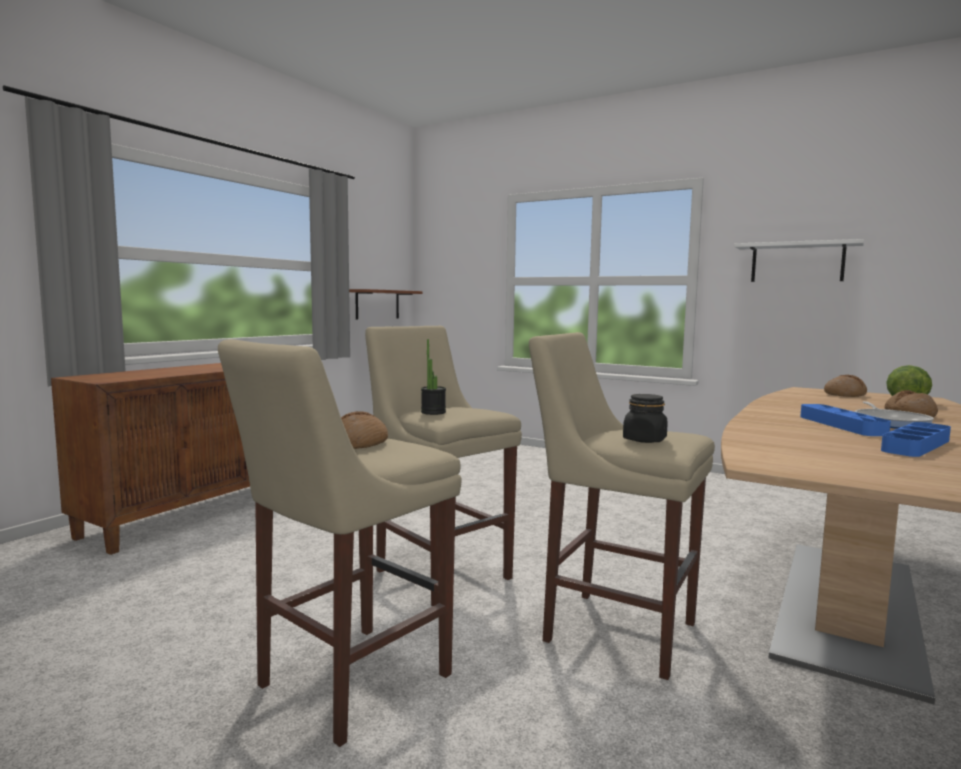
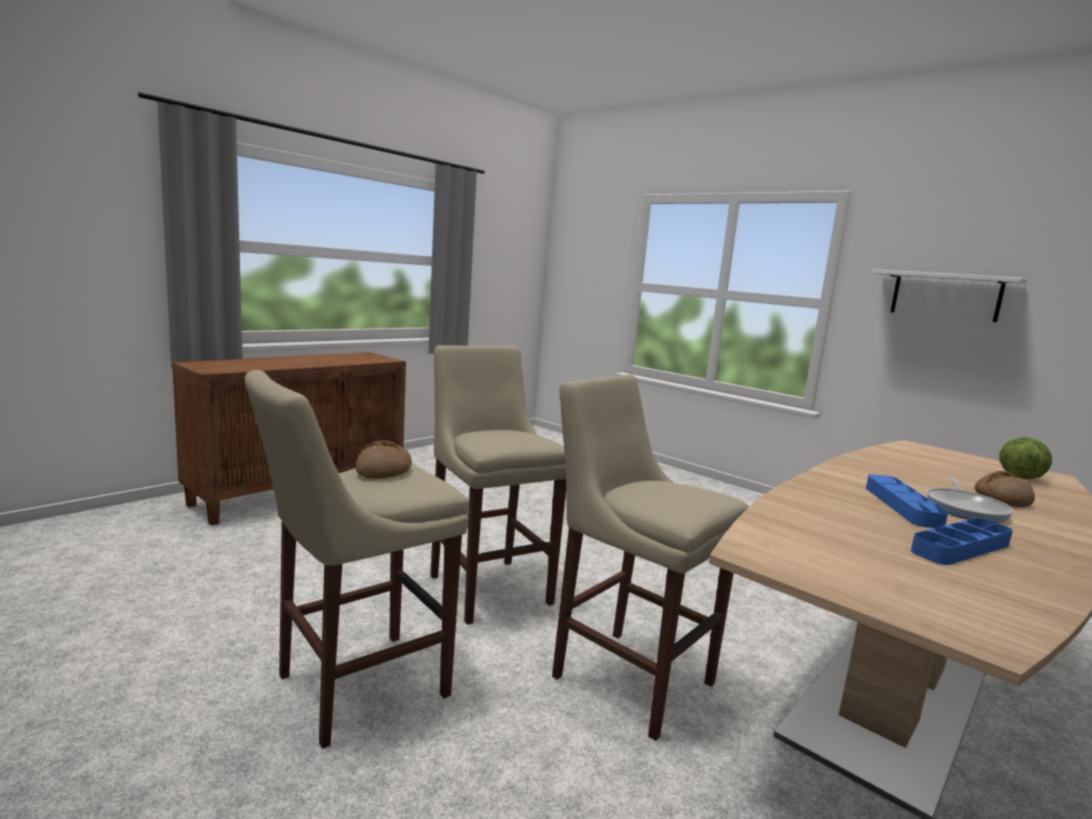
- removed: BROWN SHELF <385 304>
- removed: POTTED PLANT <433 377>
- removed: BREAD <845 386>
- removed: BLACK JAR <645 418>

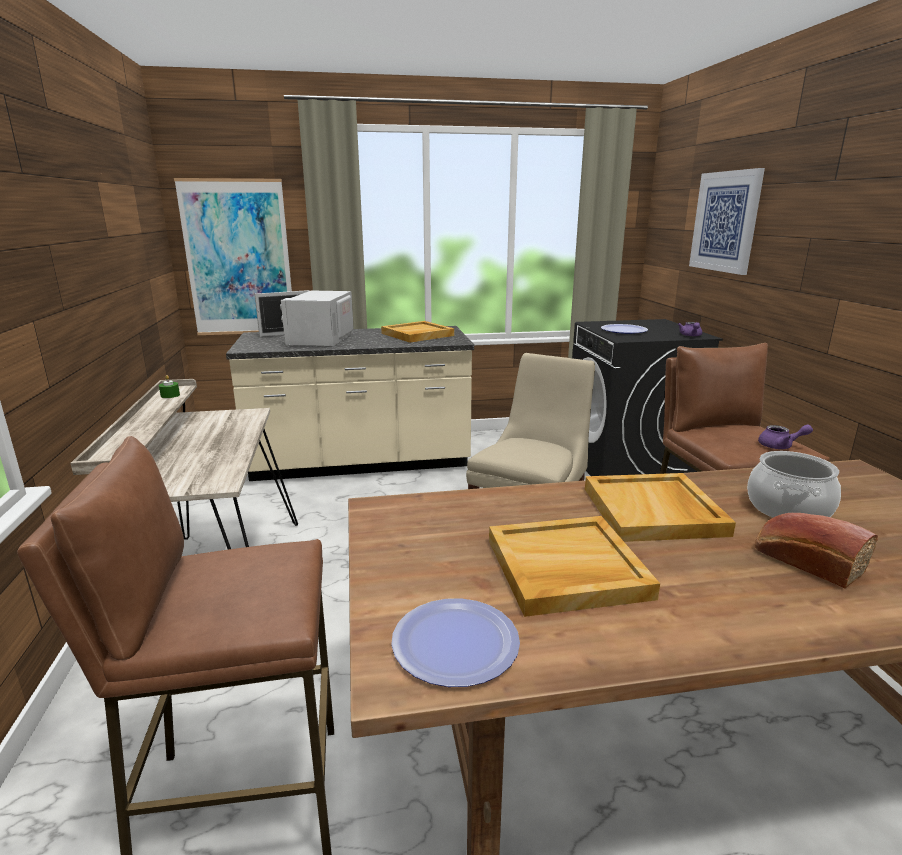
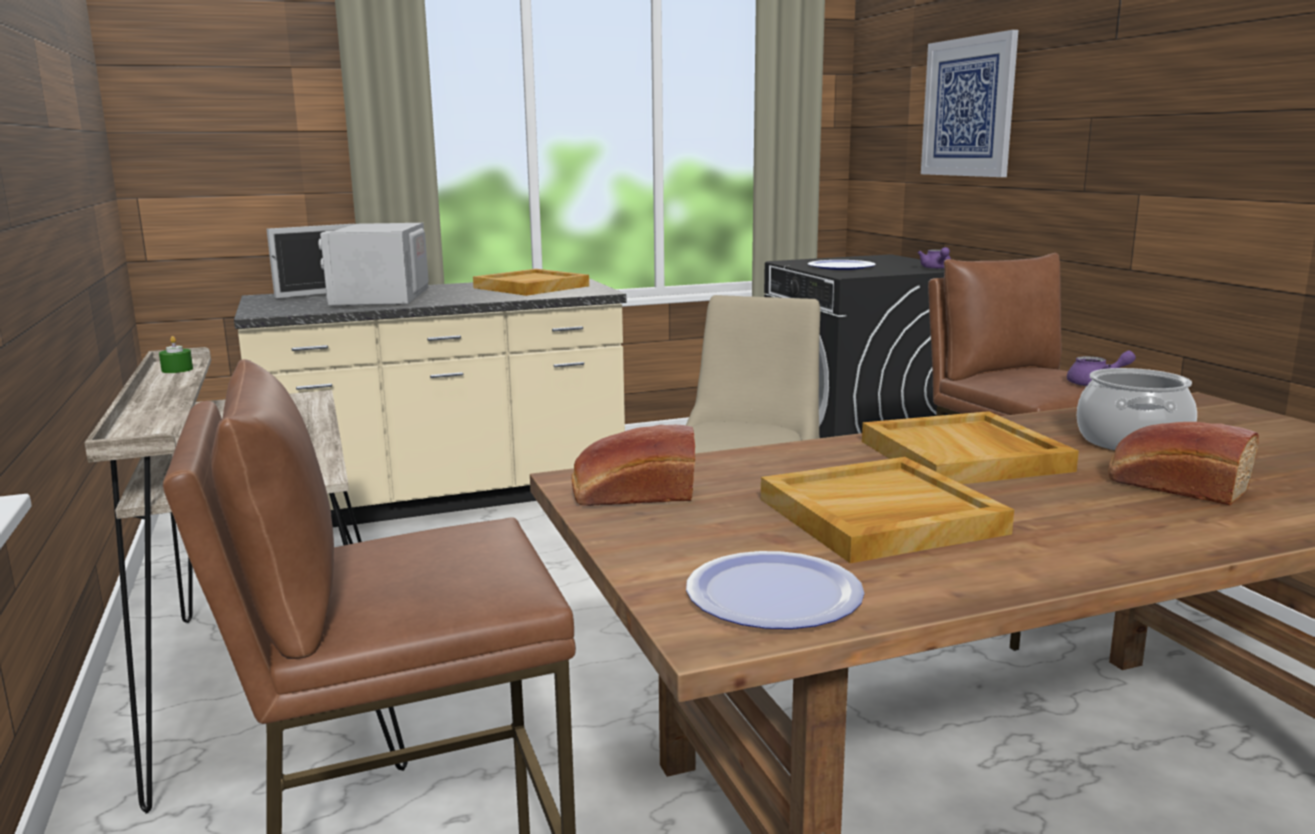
- removed: PICTURE <233 256>
- added: BREAD <633 465>

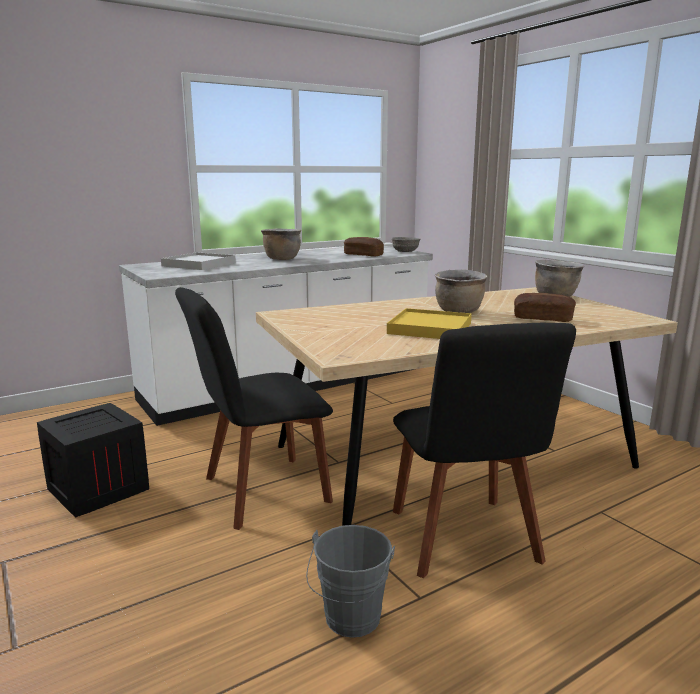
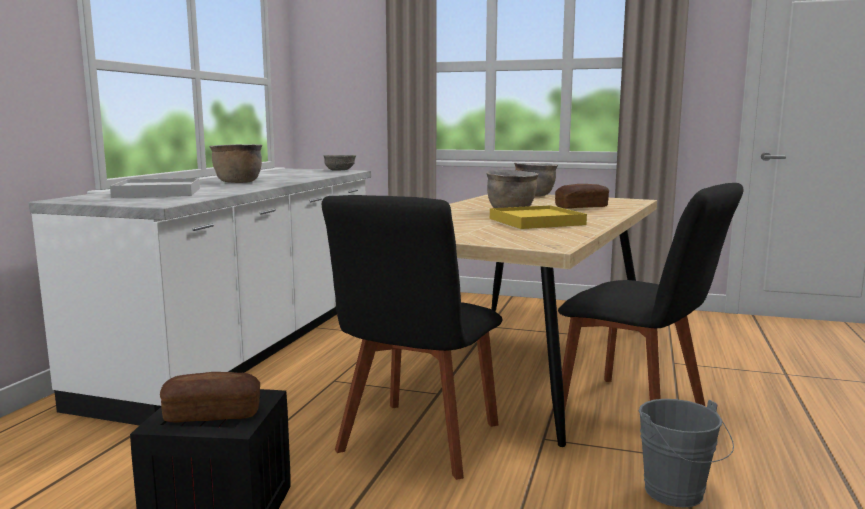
- moved: BREAD <364 247> to <210 397>

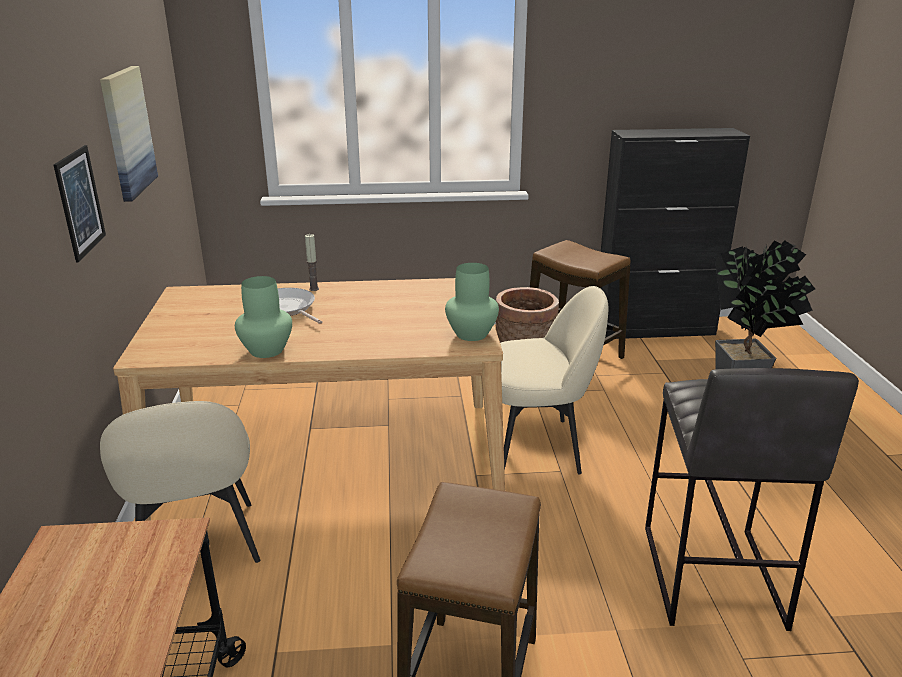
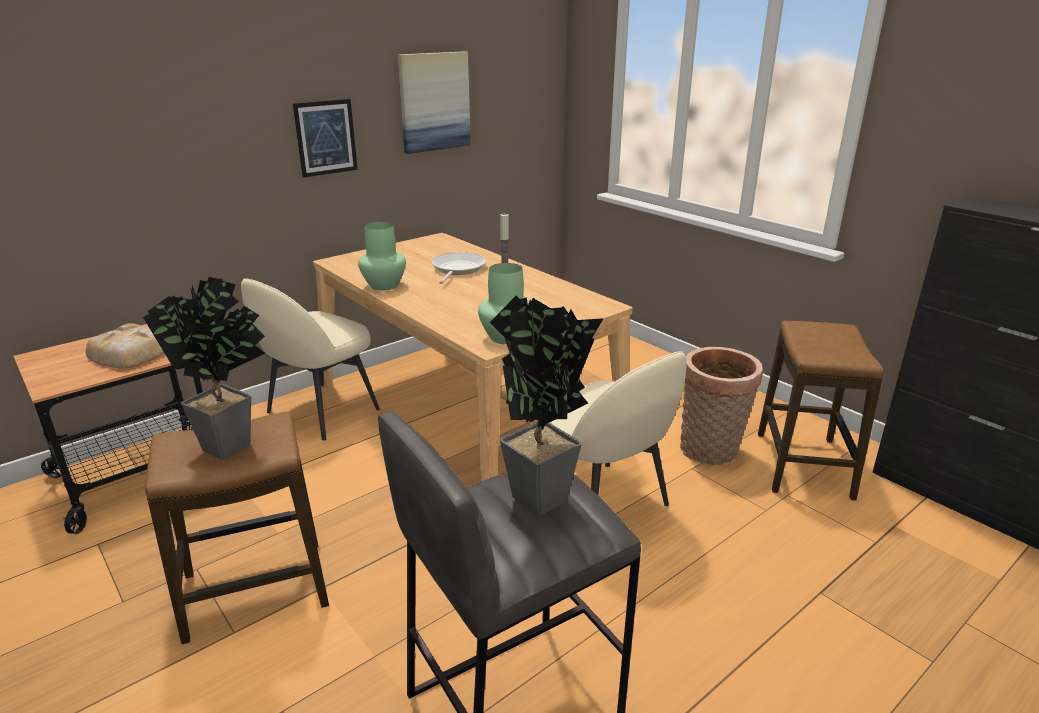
- added: POTTED PLANT <204 368>
- added: BREAD <125 346>

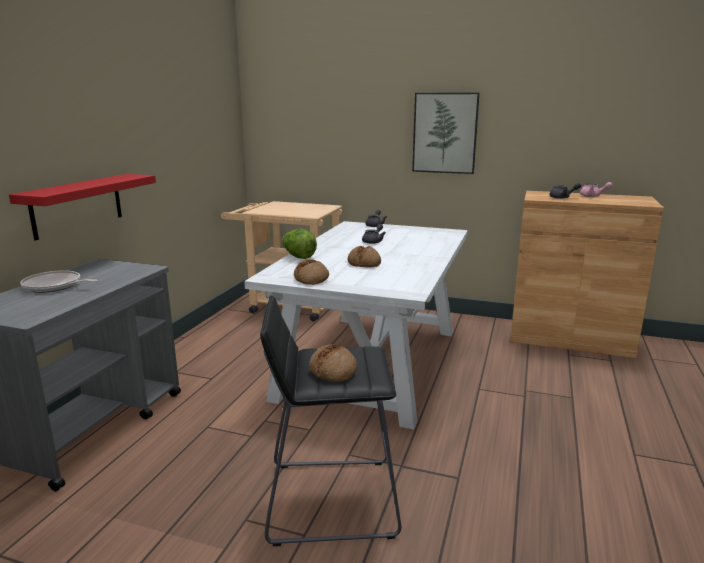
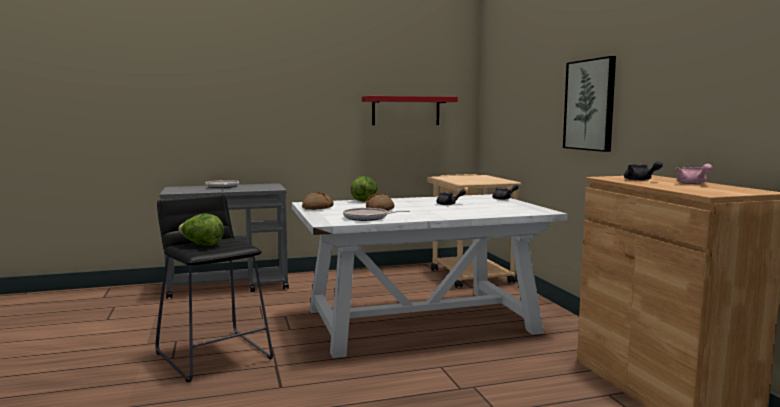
- moved: RED SHELF <82 207> to <410 110>
- replaced: BREAD <333 363> to LETTUCE <201 229>
- added: FRYING PAN <376 214>

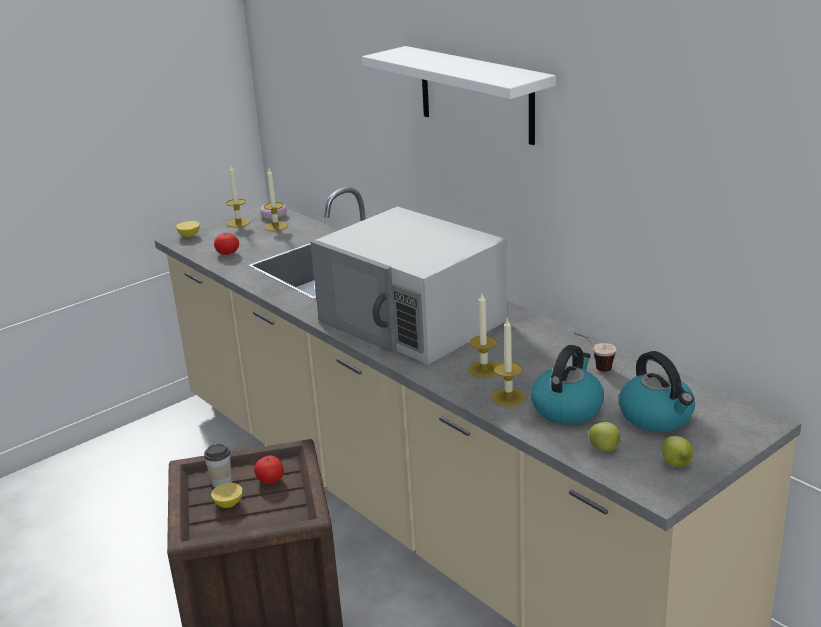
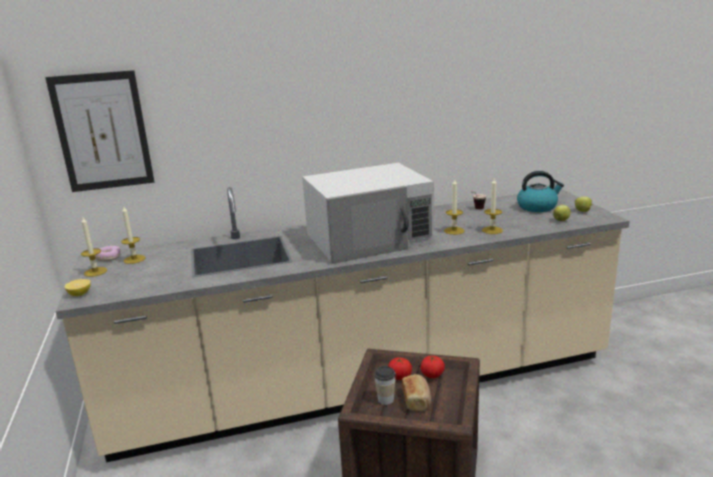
- removed: WHITE SHELF <459 95>
- moved: TOMATO <226 244> to <432 367>
- removed: KETTLE <567 384>
- replaced: LEMON <227 495> to BREAD <416 393>
- added: PICTURE <99 131>

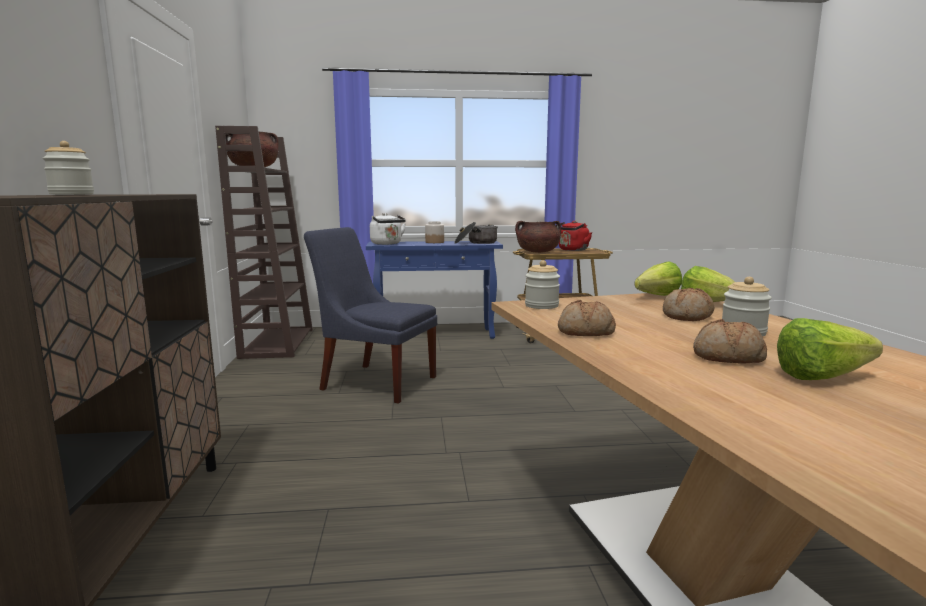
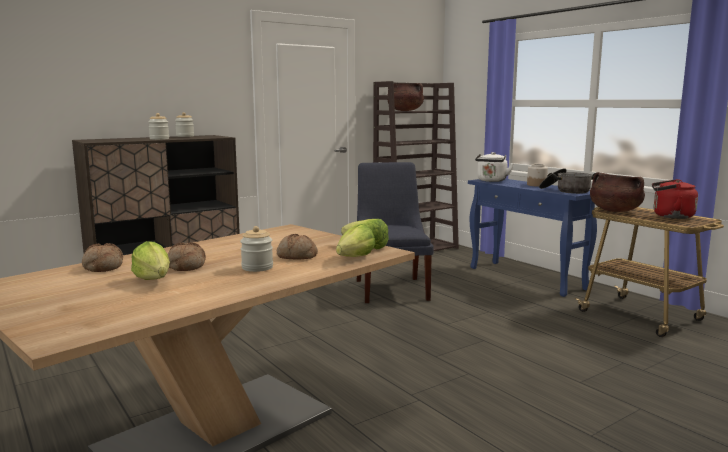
- moved: JAR <542 284> to <158 126>
- moved: BREAD <587 318> to <102 257>

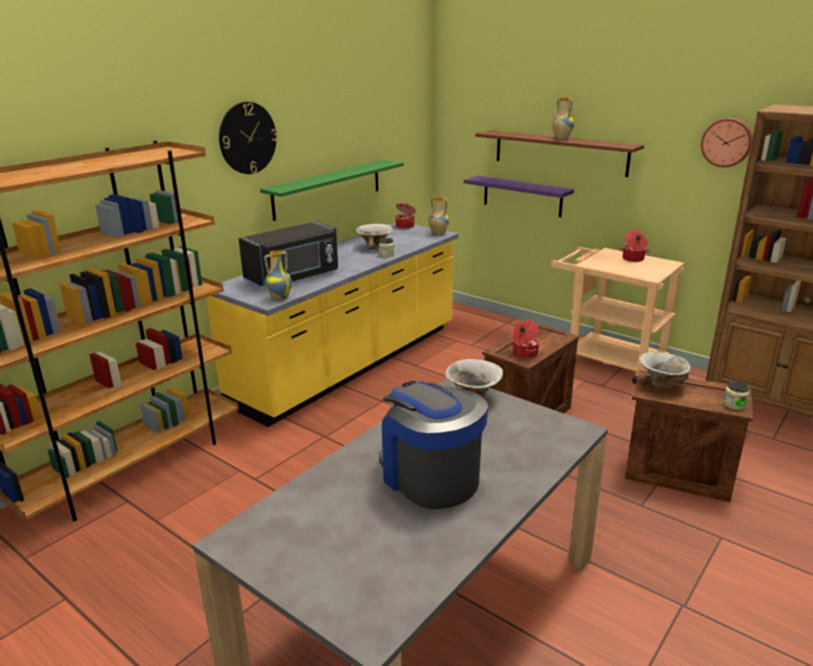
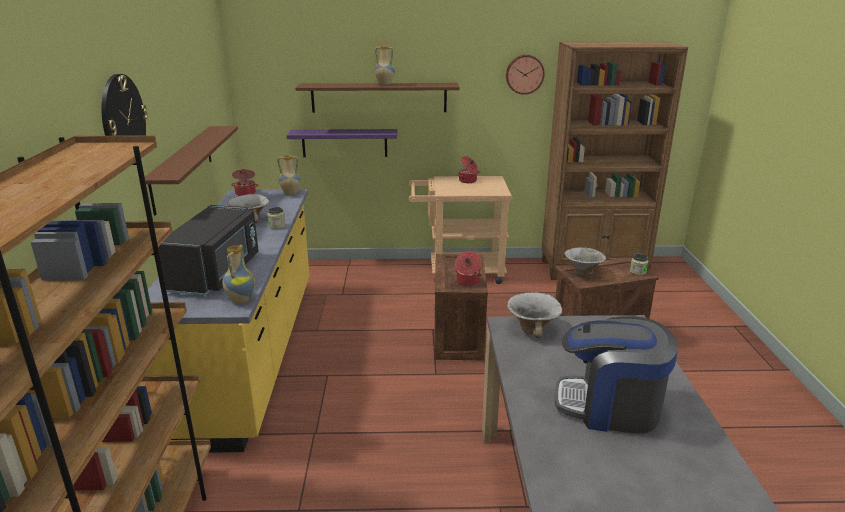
- recoloured: GREEN SHELF <332 190> to BROWN SHELF <191 170>

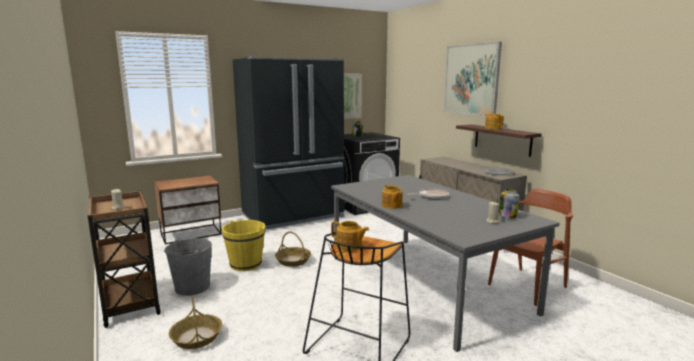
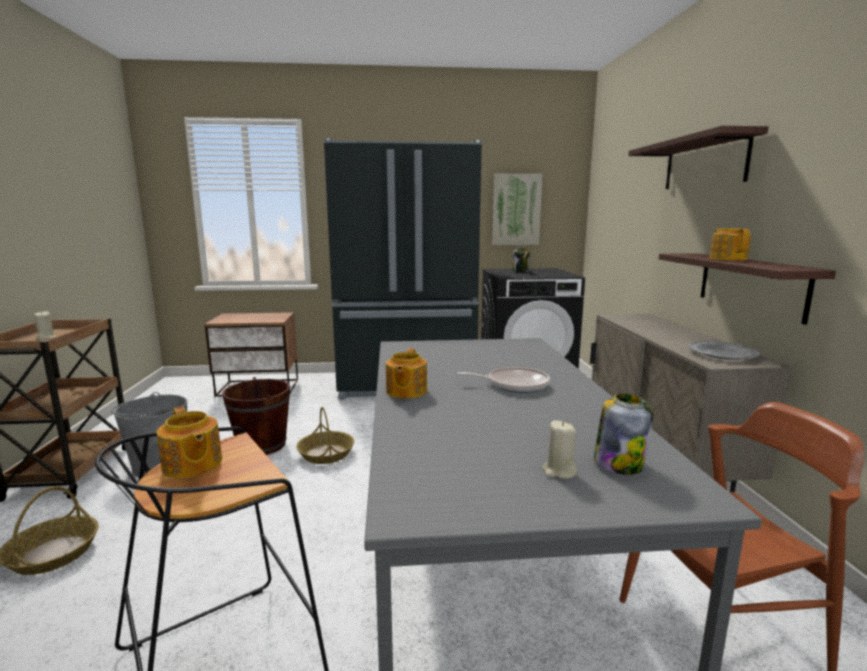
- replaced: PICTURE <473 79> to SHELF <698 157>
- recoloured: YELLOW BUCKET <243 245> to BROWN BUCKET <256 416>

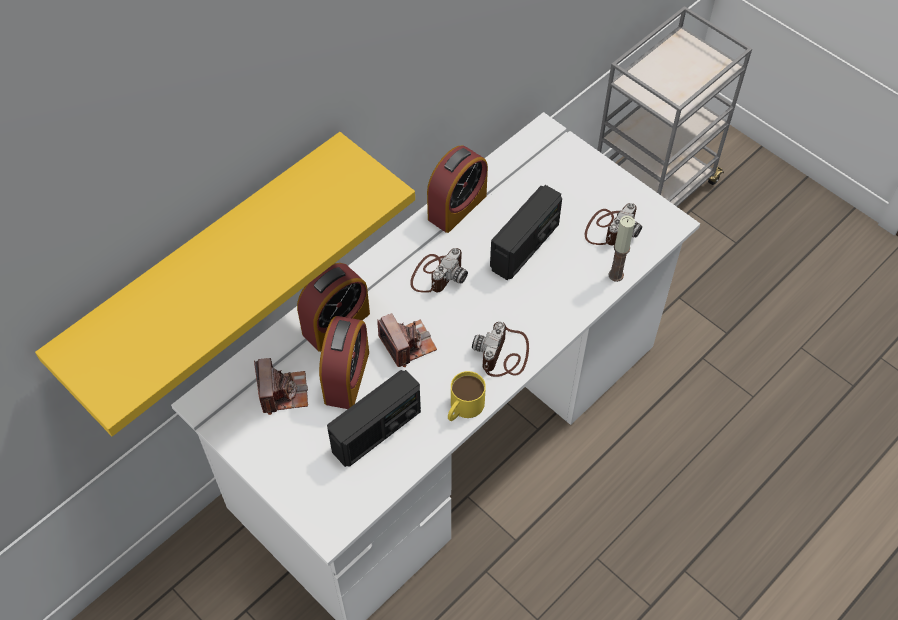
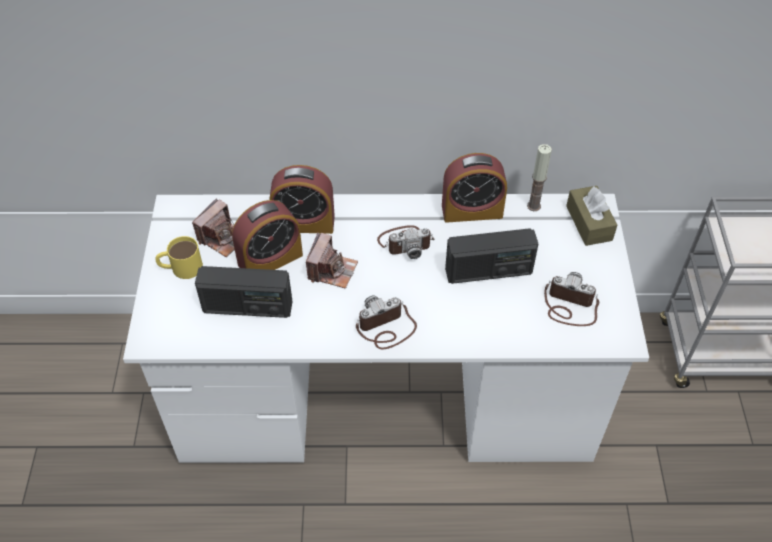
- removed: YELLOW SHELF <225 284>
- turned: PHOTO CAMERA <613 224> = <571 299> 150 degrees counterclockwise
- moved: CANDLE <622 249> to <539 177>
- moved: YELLOW MUG <467 396> to <179 257>
- added: BROWN TISSUE BOX <591 216>

